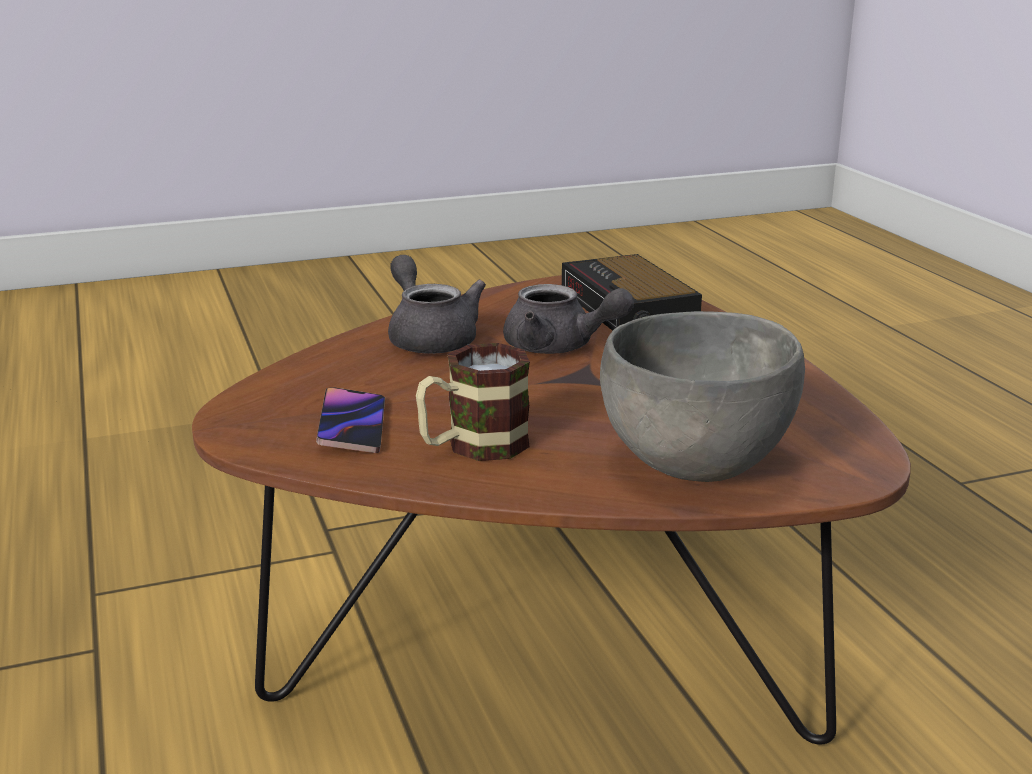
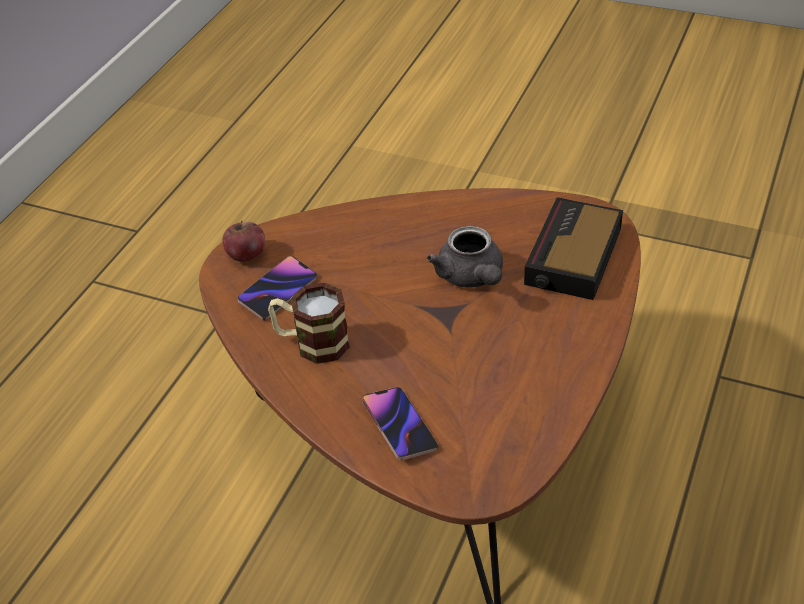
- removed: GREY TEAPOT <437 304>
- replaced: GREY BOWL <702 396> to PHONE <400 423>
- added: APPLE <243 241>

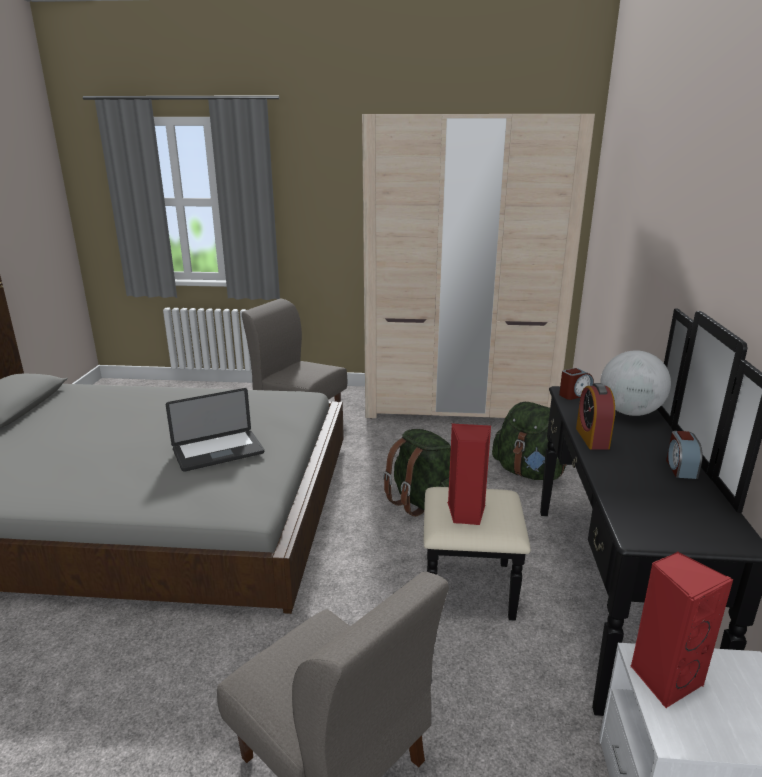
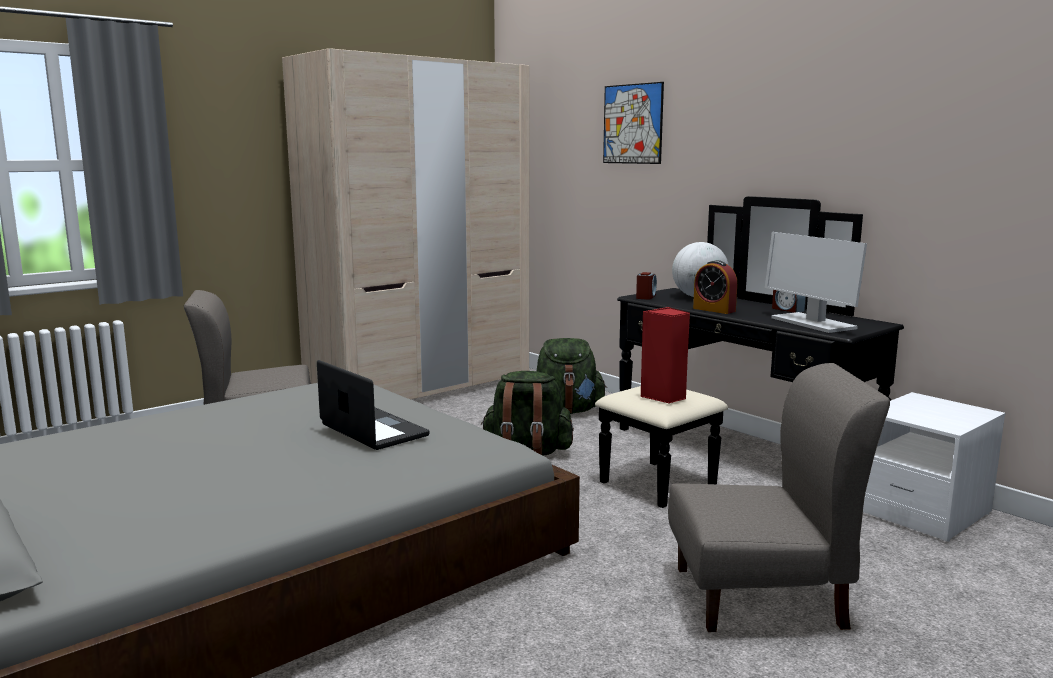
- turned: LAPTOP <215 430> = <373 405> 60 degrees counterclockwise
- removed: RED SPEAKER <681 630>
- added: PICTURE <633 123>
- added: MONITOR <816 282>

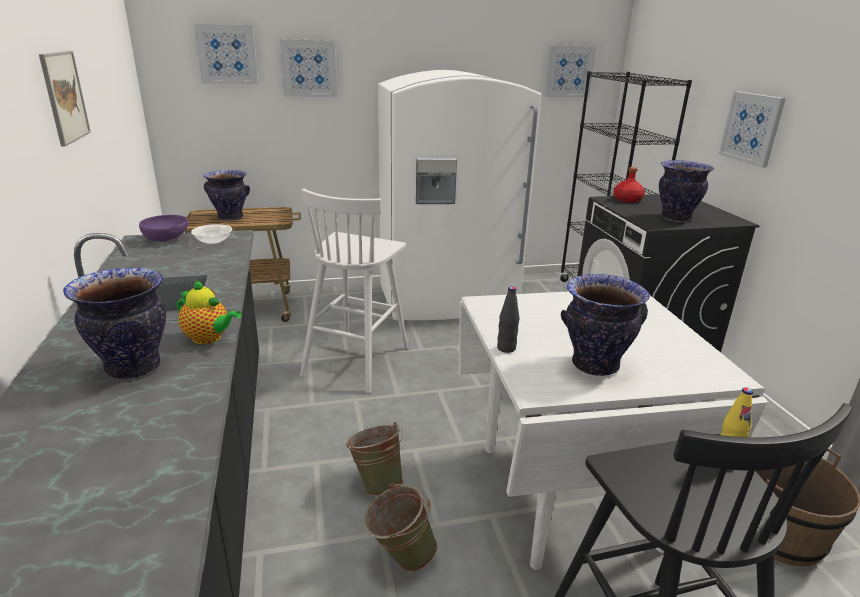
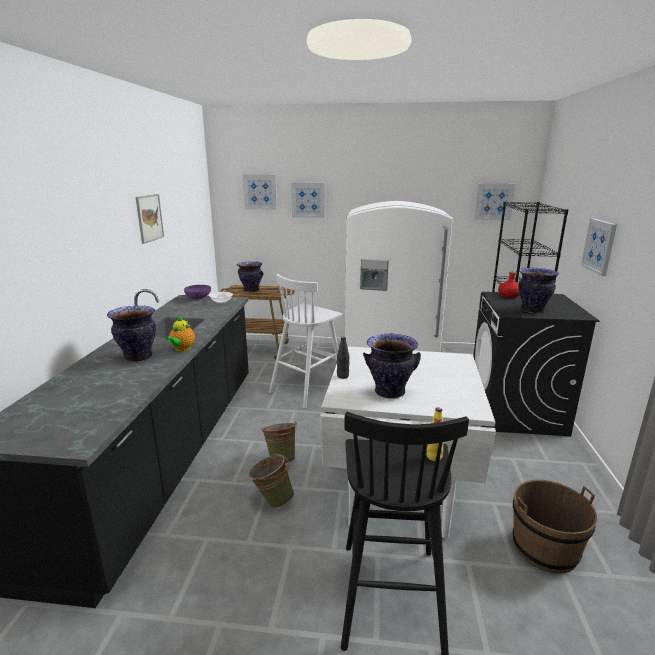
- turned: TEAPOT <209 312> = <180 333> 60 degrees clockwise

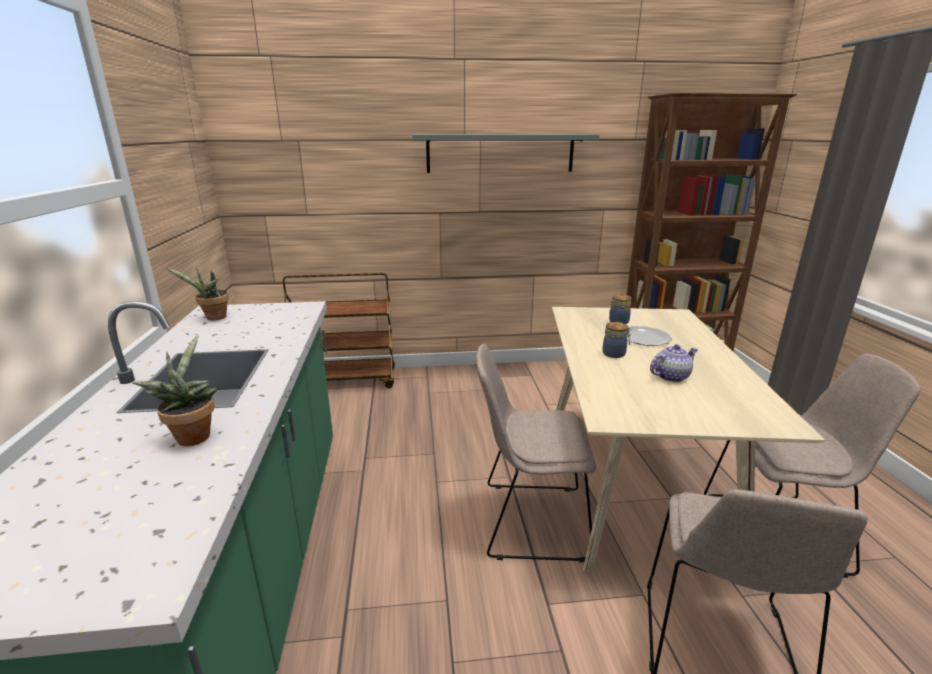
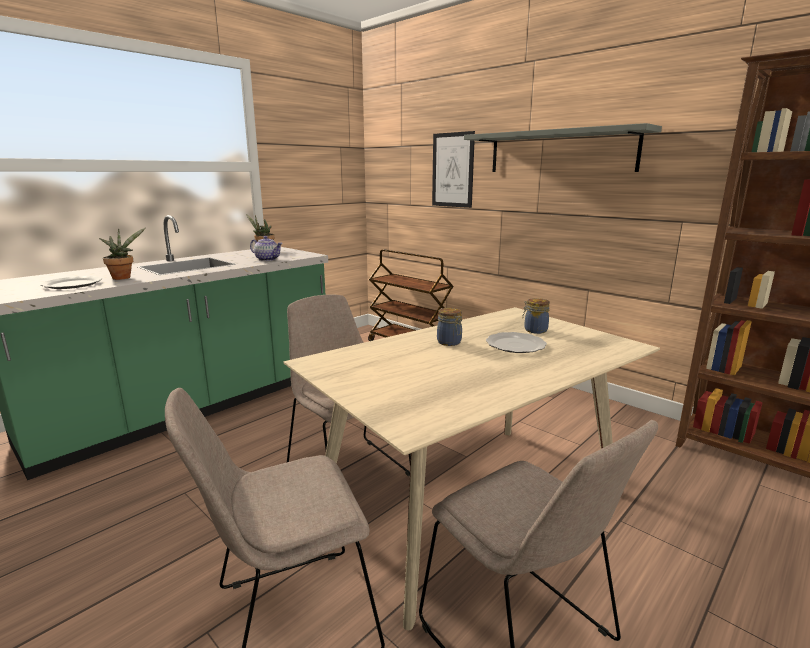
- moved: TEAPOT <674 363> to <266 248>
- added: PICTURE <453 169>
- added: PLATE <71 282>

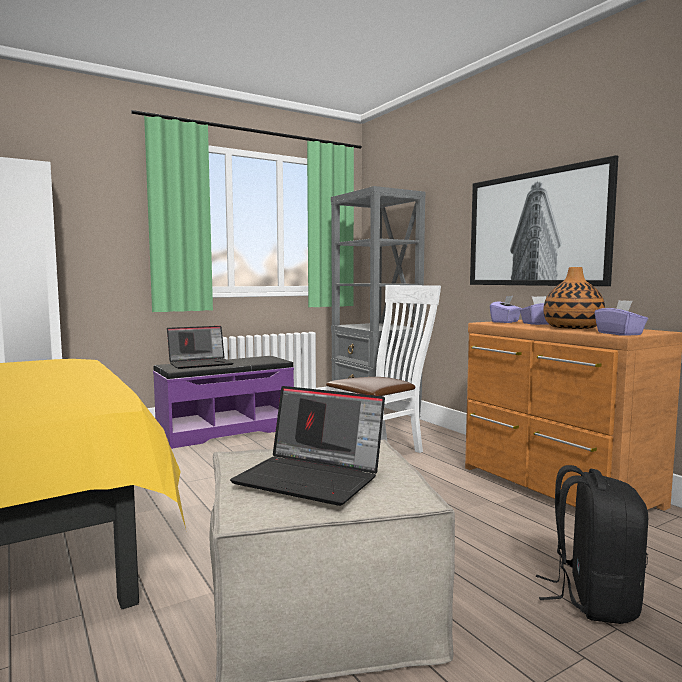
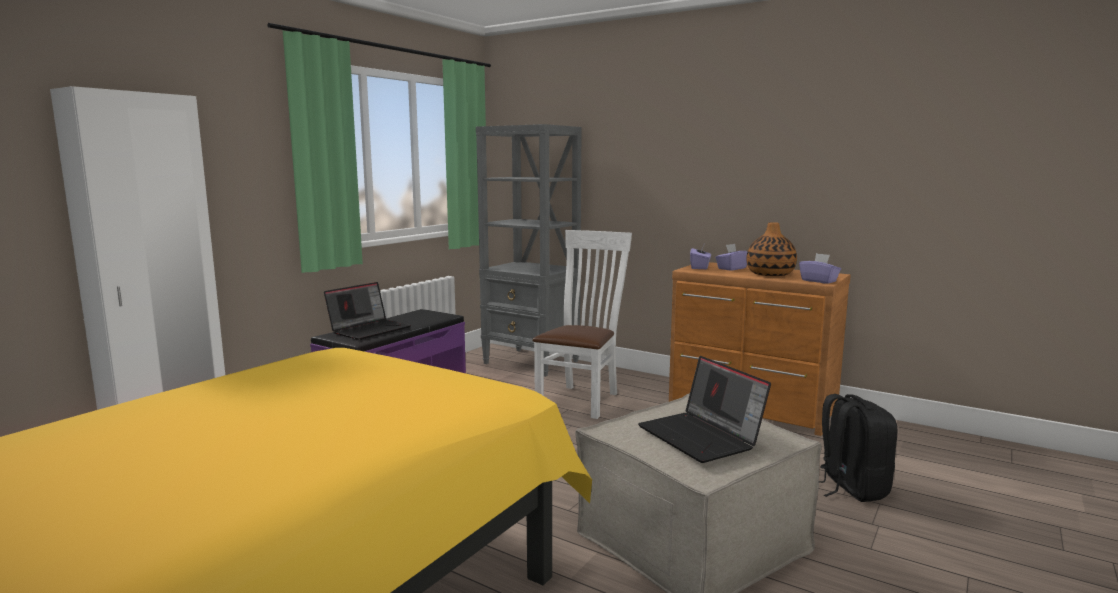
- removed: PICTURE <544 220>
- turned: LAPTOP <307 446> = <704 409> 60 degrees clockwise

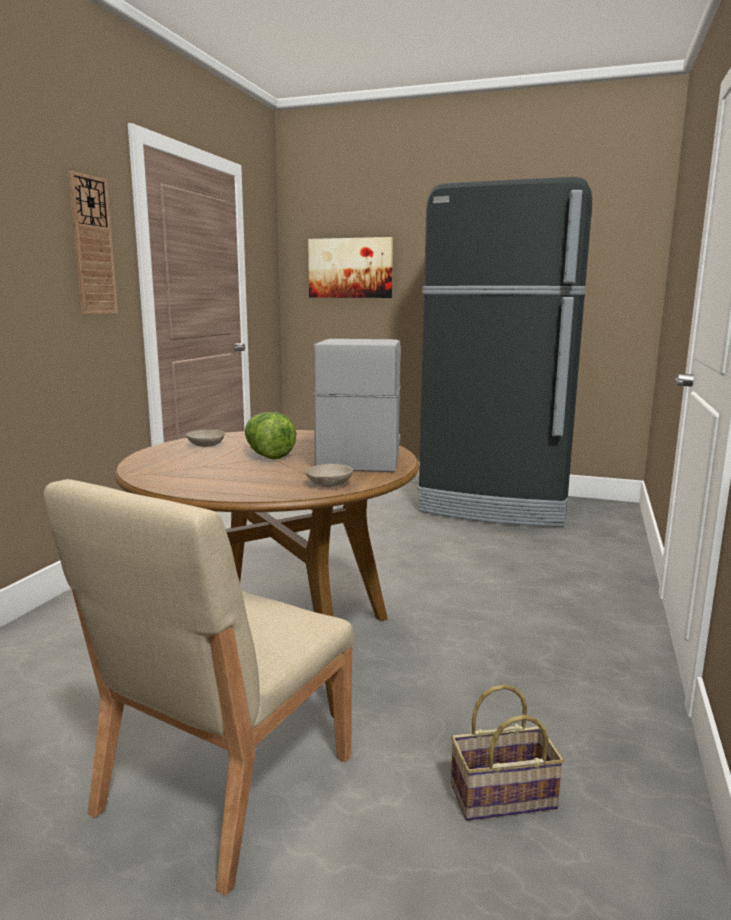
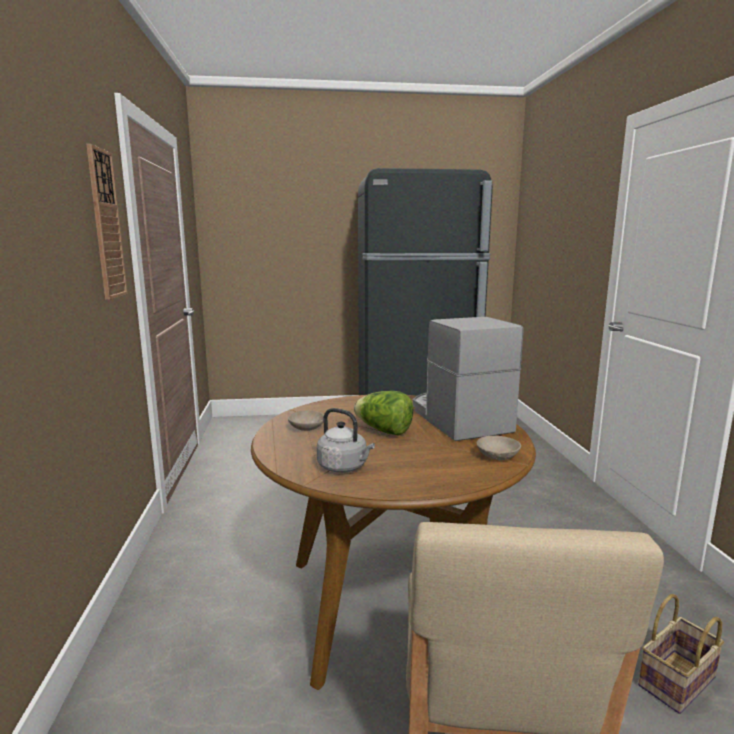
- removed: PICTURE <350 267>
- added: GREY KETTLE <346 440>

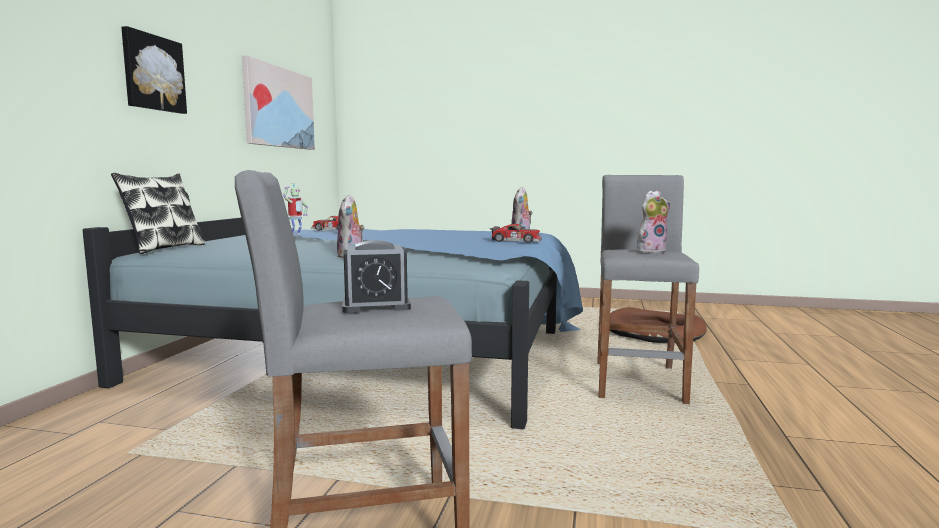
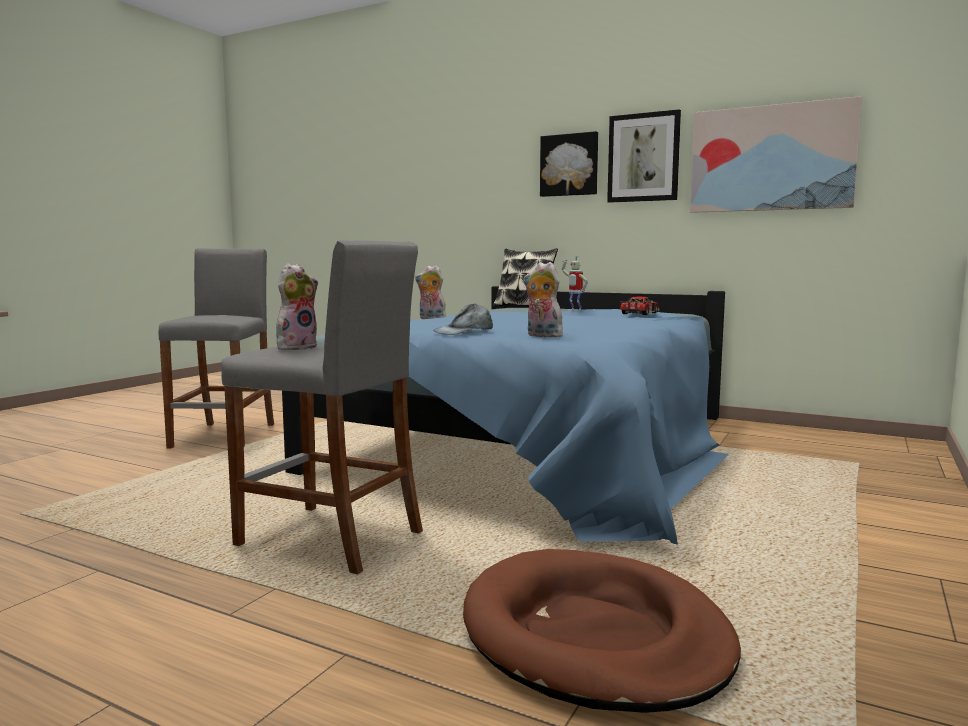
- turned: PLUSH TOY <654 222> = <297 306> 135 degrees counterclockwise
- replaced: TOY CAR <516 233> to GREY CAP <463 319>
- removed: ALARM CLOCK <376 276>
- added: PICTURE <644 156>

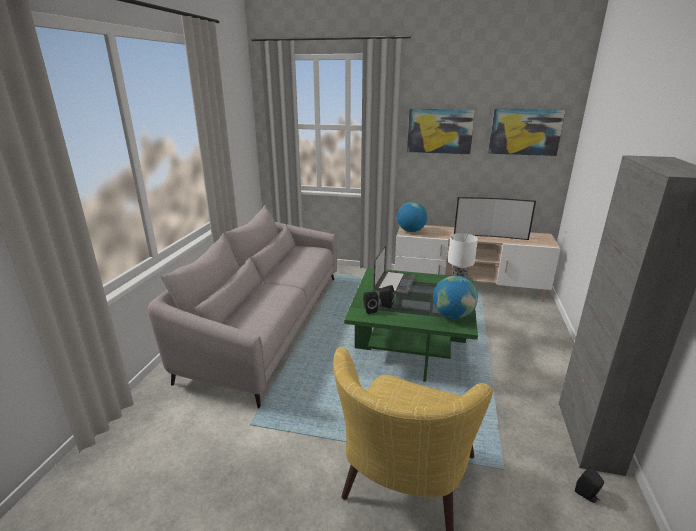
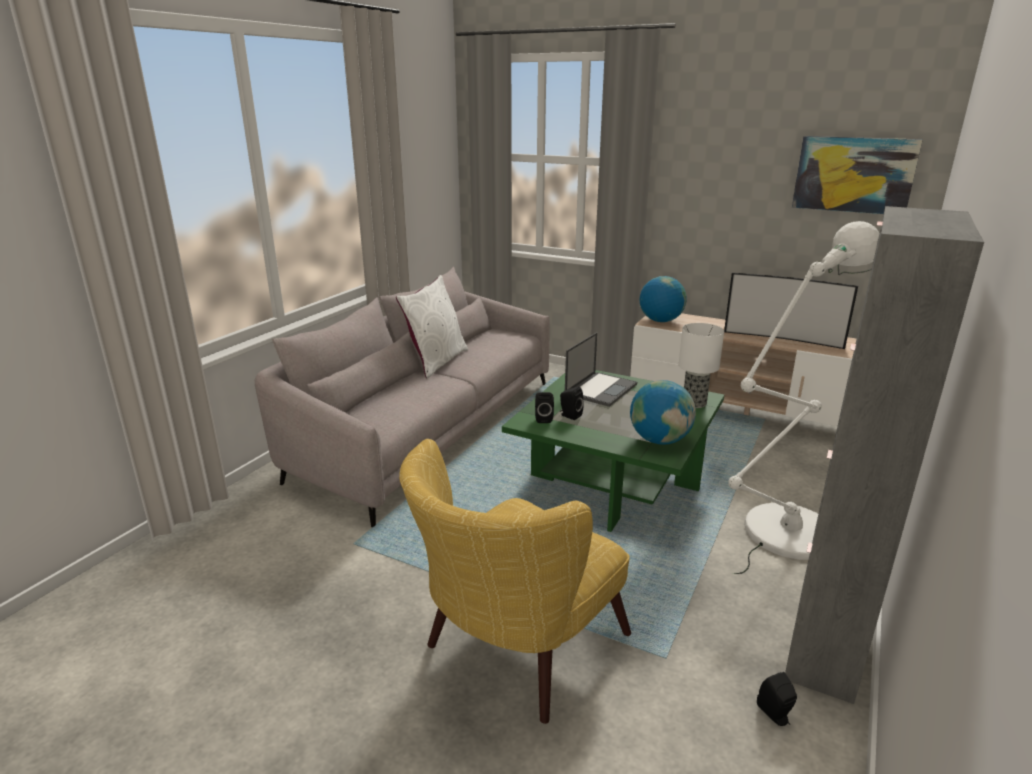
- removed: PICTURE <441 131>
- added: WHITE FLOOR LAMP <803 397>
- added: WHITE PILLOW <432 326>

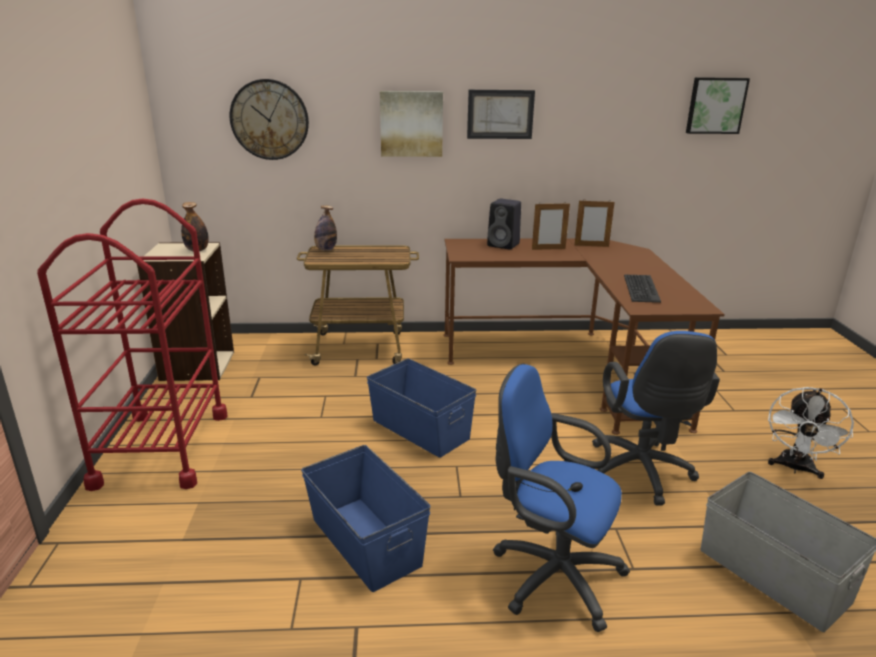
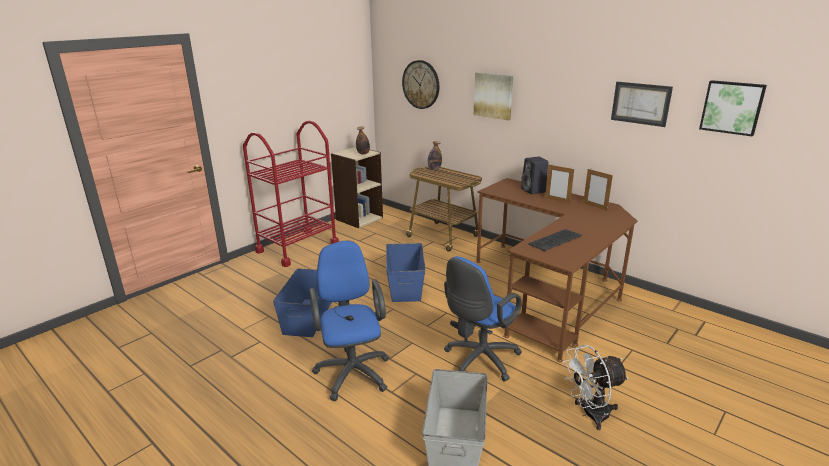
- moved: PICTURE <501 114> to <642 104>

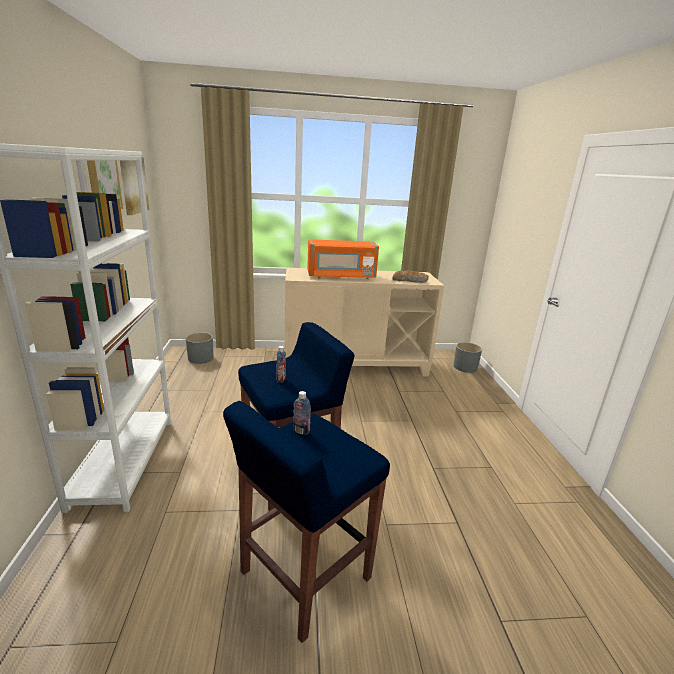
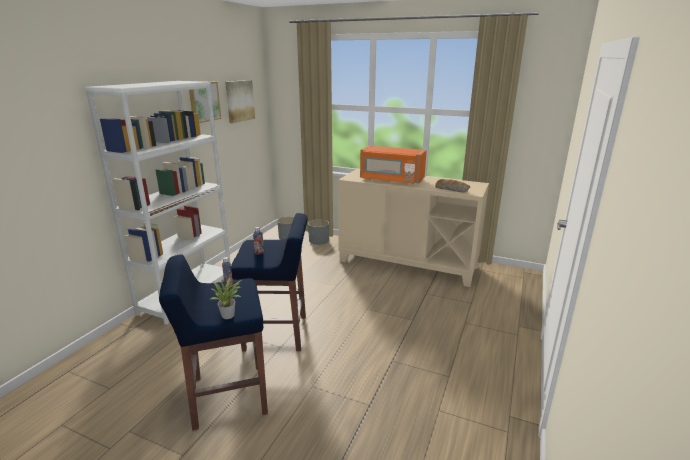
- moved: GREY PLANTER <467 357> to <318 232>
- added: POTTED PLANT <226 298>

